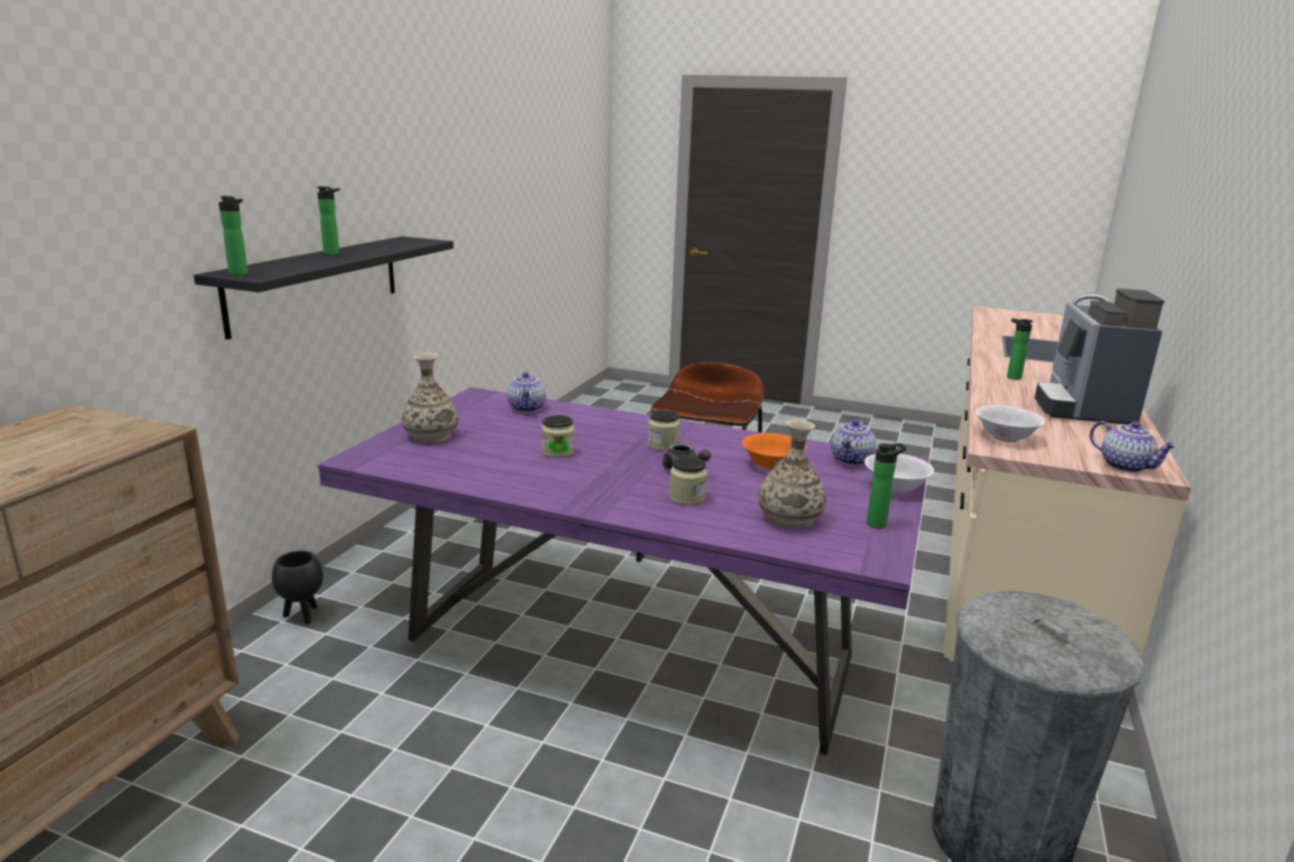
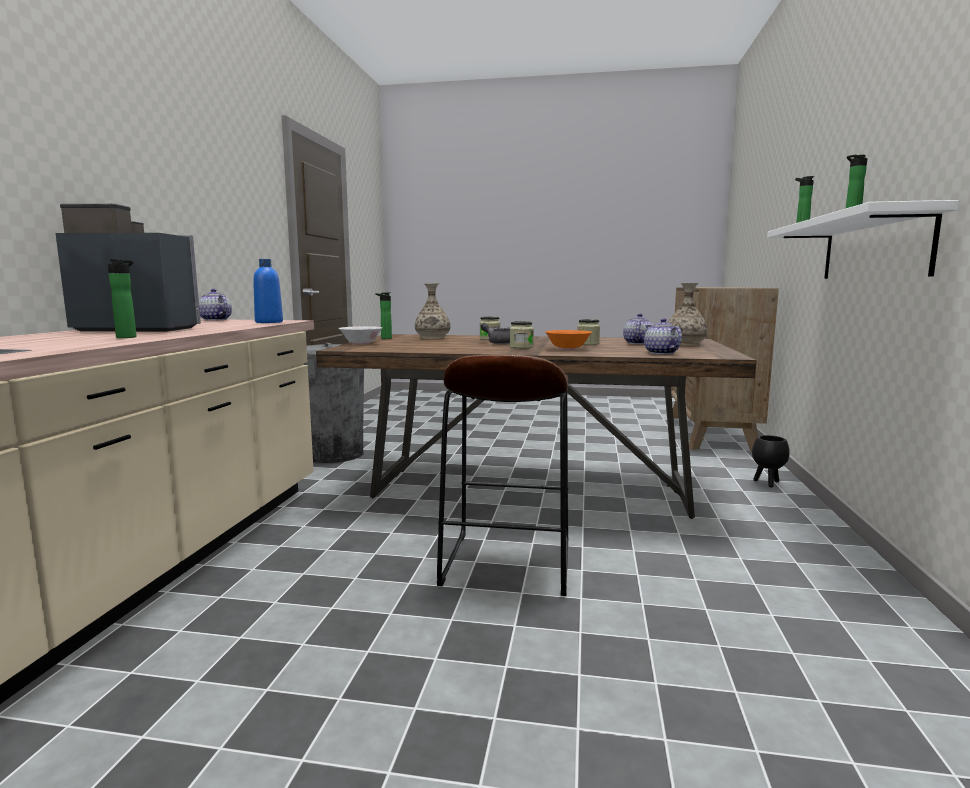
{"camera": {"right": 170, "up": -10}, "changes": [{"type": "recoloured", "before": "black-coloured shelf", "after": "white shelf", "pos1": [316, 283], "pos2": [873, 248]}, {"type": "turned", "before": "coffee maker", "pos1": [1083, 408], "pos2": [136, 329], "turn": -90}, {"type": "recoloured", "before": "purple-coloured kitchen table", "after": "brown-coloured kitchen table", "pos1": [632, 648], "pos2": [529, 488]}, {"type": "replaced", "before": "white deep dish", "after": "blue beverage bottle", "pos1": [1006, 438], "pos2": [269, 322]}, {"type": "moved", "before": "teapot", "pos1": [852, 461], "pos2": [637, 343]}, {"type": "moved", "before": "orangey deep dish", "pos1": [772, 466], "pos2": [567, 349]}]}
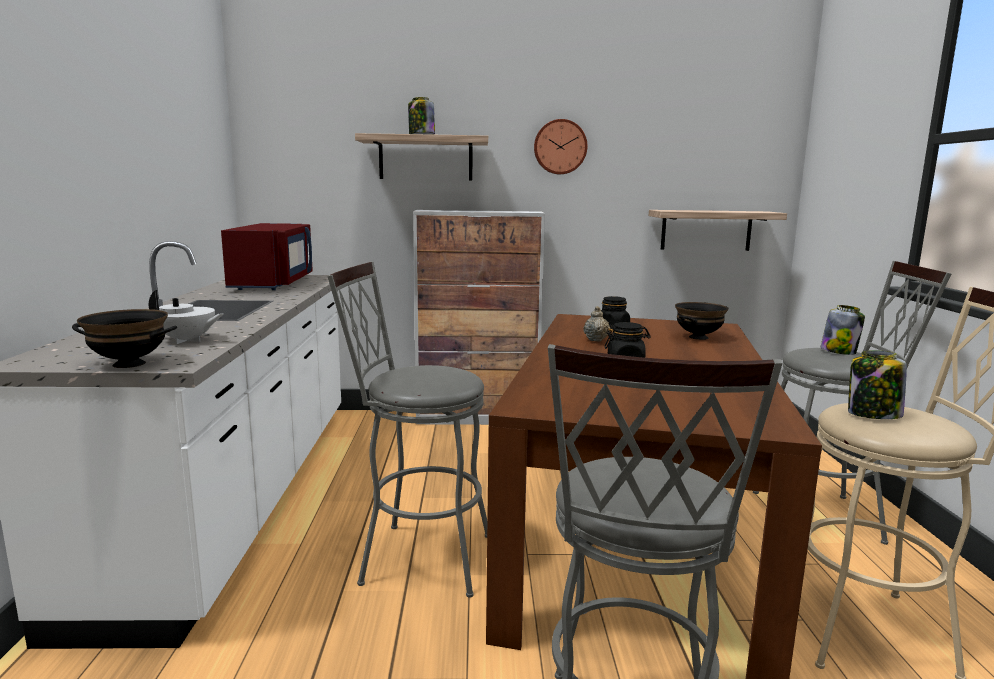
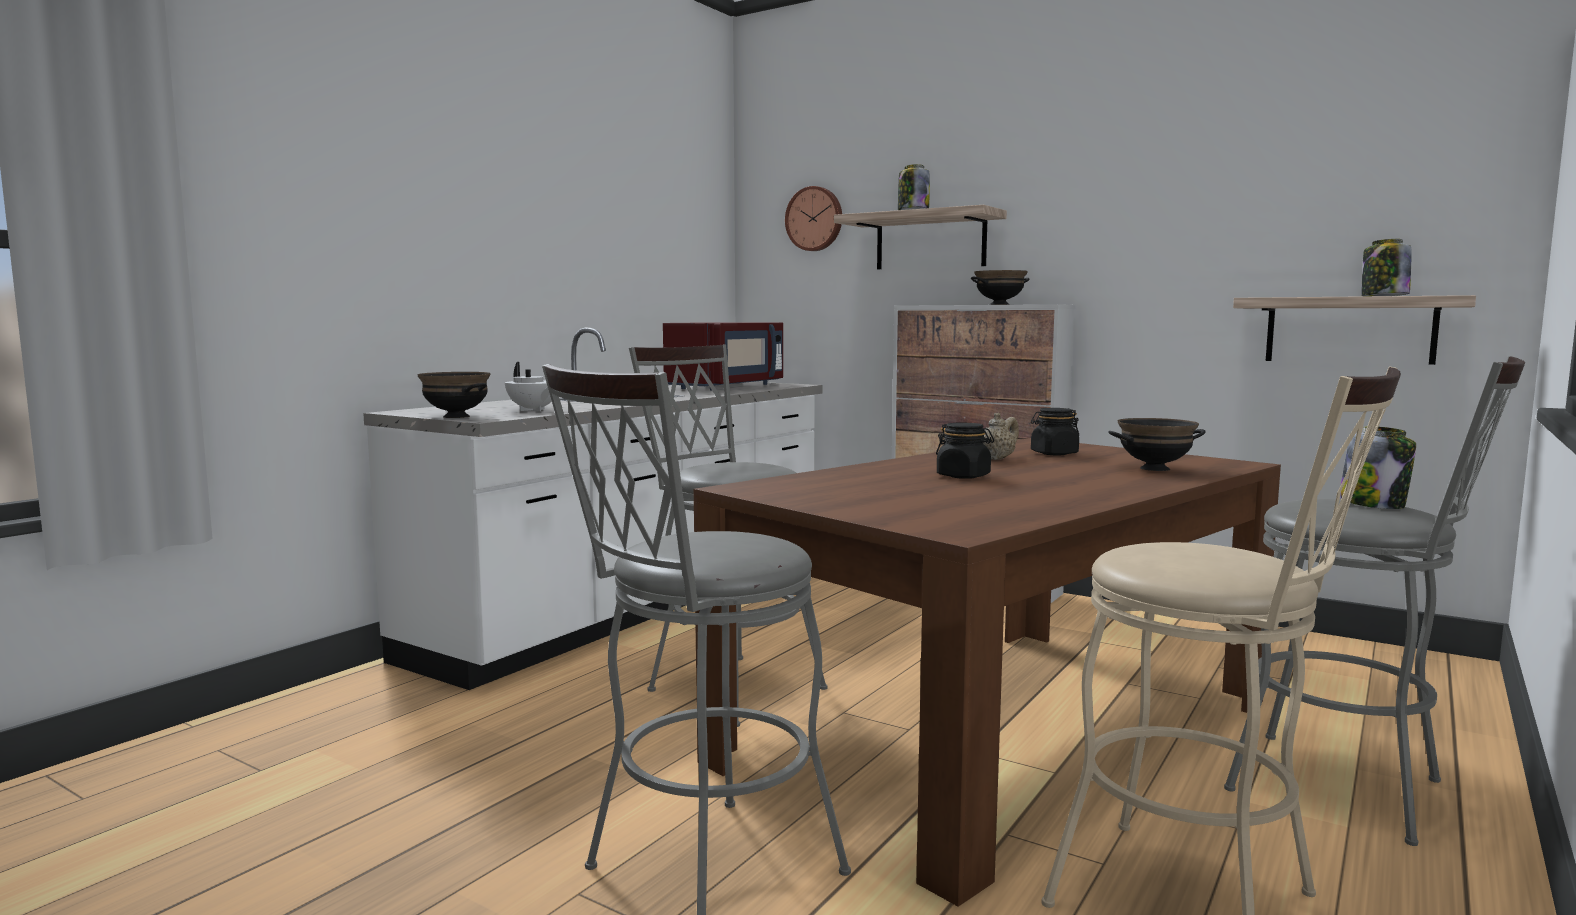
{"camera": {"right": 35, "up": -5}, "changes": [{"type": "moved", "before": "clock on the wall", "pos1": [560, 147], "pos2": [815, 219]}, {"type": "moved", "before": "jar", "pos1": [873, 415], "pos2": [1383, 296]}, {"type": "added", "after": "black-coloured deep dish", "pos2": [999, 304]}]}
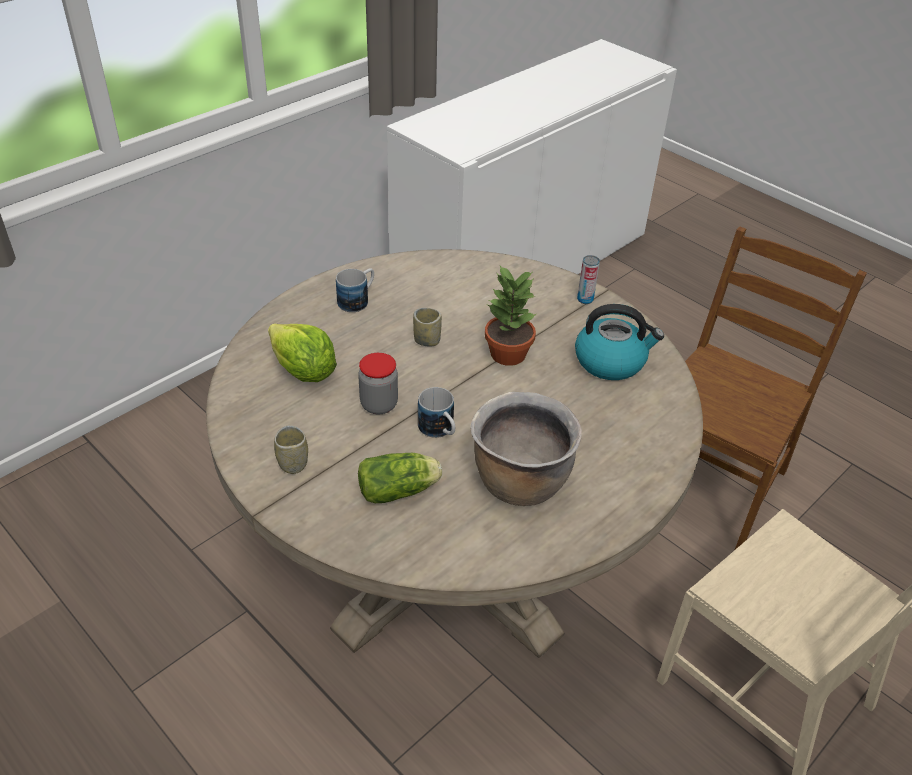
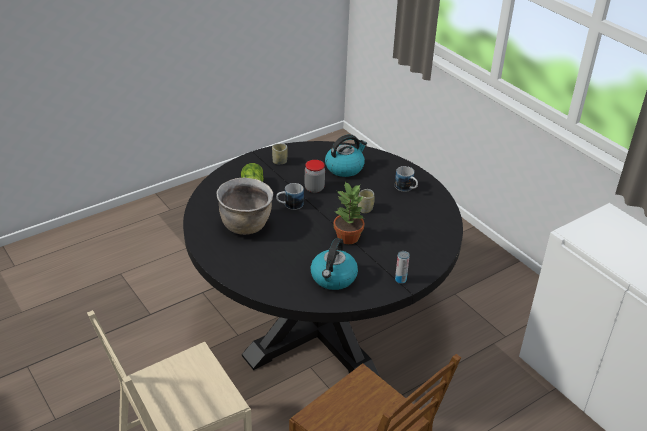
{"camera": {"right": 100, "up": -5}, "changes": [{"type": "recoloured", "before": "beige kitchen table", "after": "black-coloured kitchen table", "pos1": [448, 558], "pos2": [319, 328]}, {"type": "replaced", "before": "head of lettuce", "after": "kettle", "pos1": [303, 372], "pos2": [345, 167]}]}
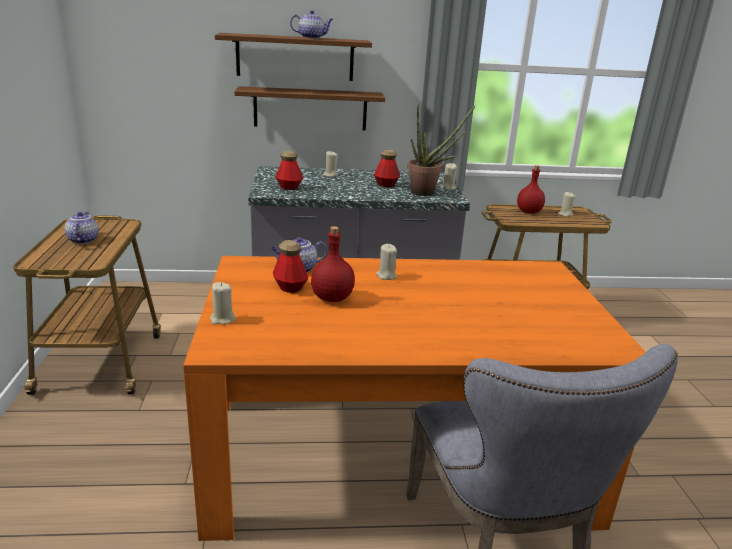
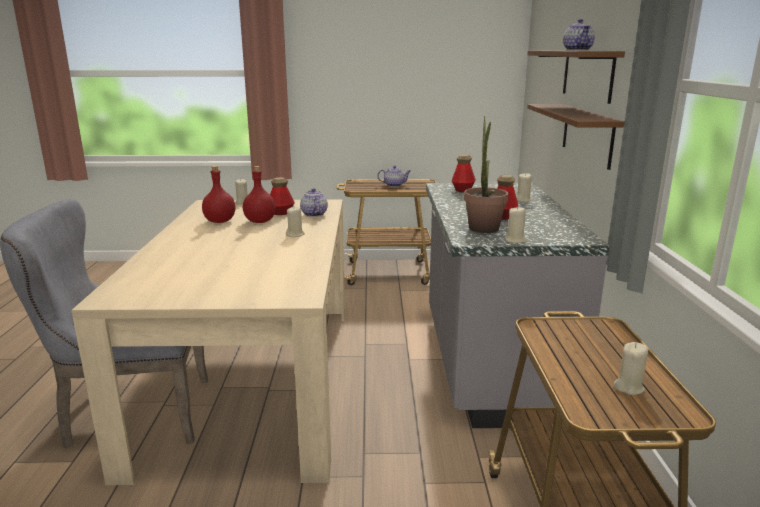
{"camera": {"right": 95, "up": -5}, "changes": [{"type": "moved", "before": "reddish beverage bottle", "pos1": [528, 212], "pos2": [219, 221]}, {"type": "recoloured", "before": "orangey kitchen table", "after": "beige kitchen table", "pos1": [395, 455], "pos2": [254, 377]}]}
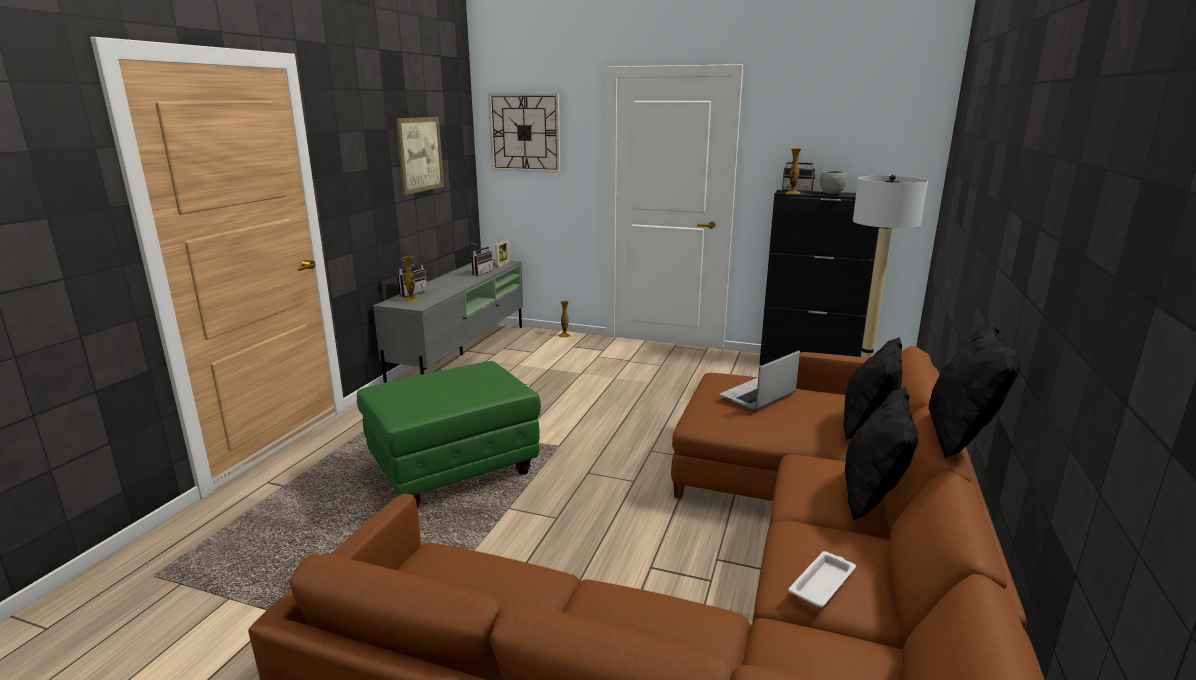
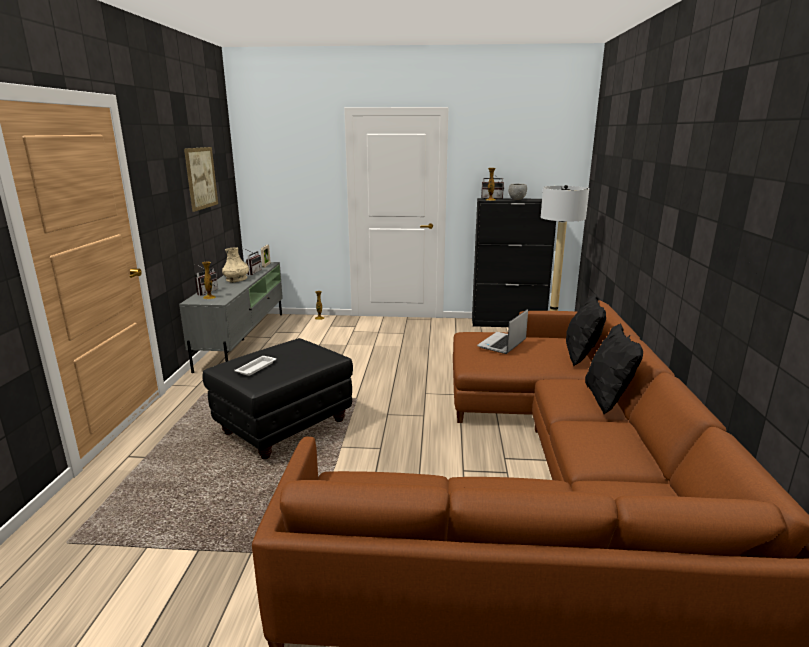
{"camera": {"right": -15, "up": 0}, "changes": [{"type": "removed", "before": "clock on the wall", "pos1": [525, 132]}, {"type": "removed", "before": "black-coloured cushion", "pos1": [959, 439]}, {"type": "recoloured", "before": "green-coloured pouffe", "after": "black-coloured pouffe", "pos1": [454, 471], "pos2": [284, 427]}, {"type": "moved", "before": "white carrying tray", "pos1": [822, 583], "pos2": [257, 367]}, {"type": "added", "after": "beige vase", "pos2": [236, 279]}]}
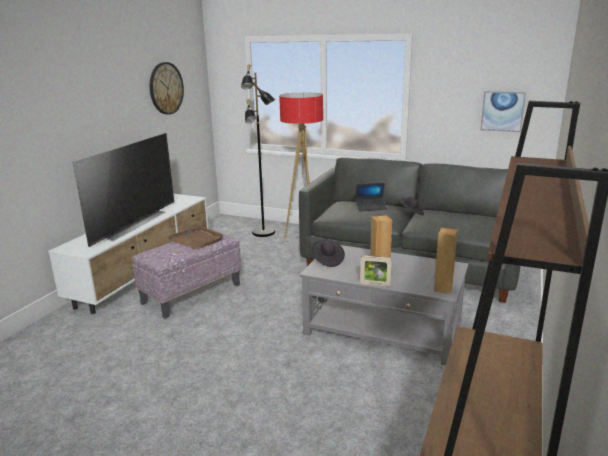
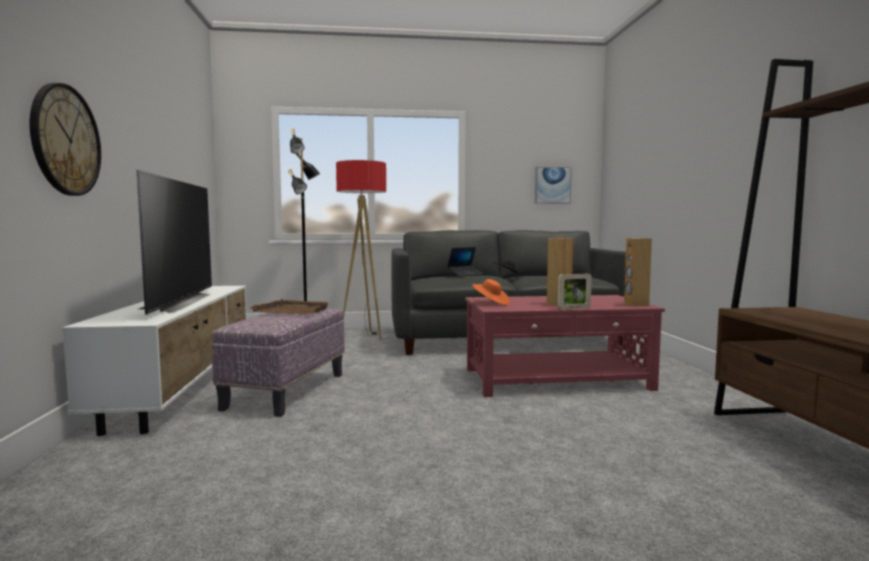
{"camera": {"right": -30, "up": -15}, "changes": [{"type": "moved", "before": "clock on the wall", "pos1": [166, 88], "pos2": [65, 140]}, {"type": "recoloured", "before": "black-coloured hat", "after": "orangey hat", "pos1": [327, 260], "pos2": [491, 303]}, {"type": "recoloured", "before": "grey lounge table", "after": "reddish lounge table", "pos1": [383, 329], "pos2": [556, 379]}]}
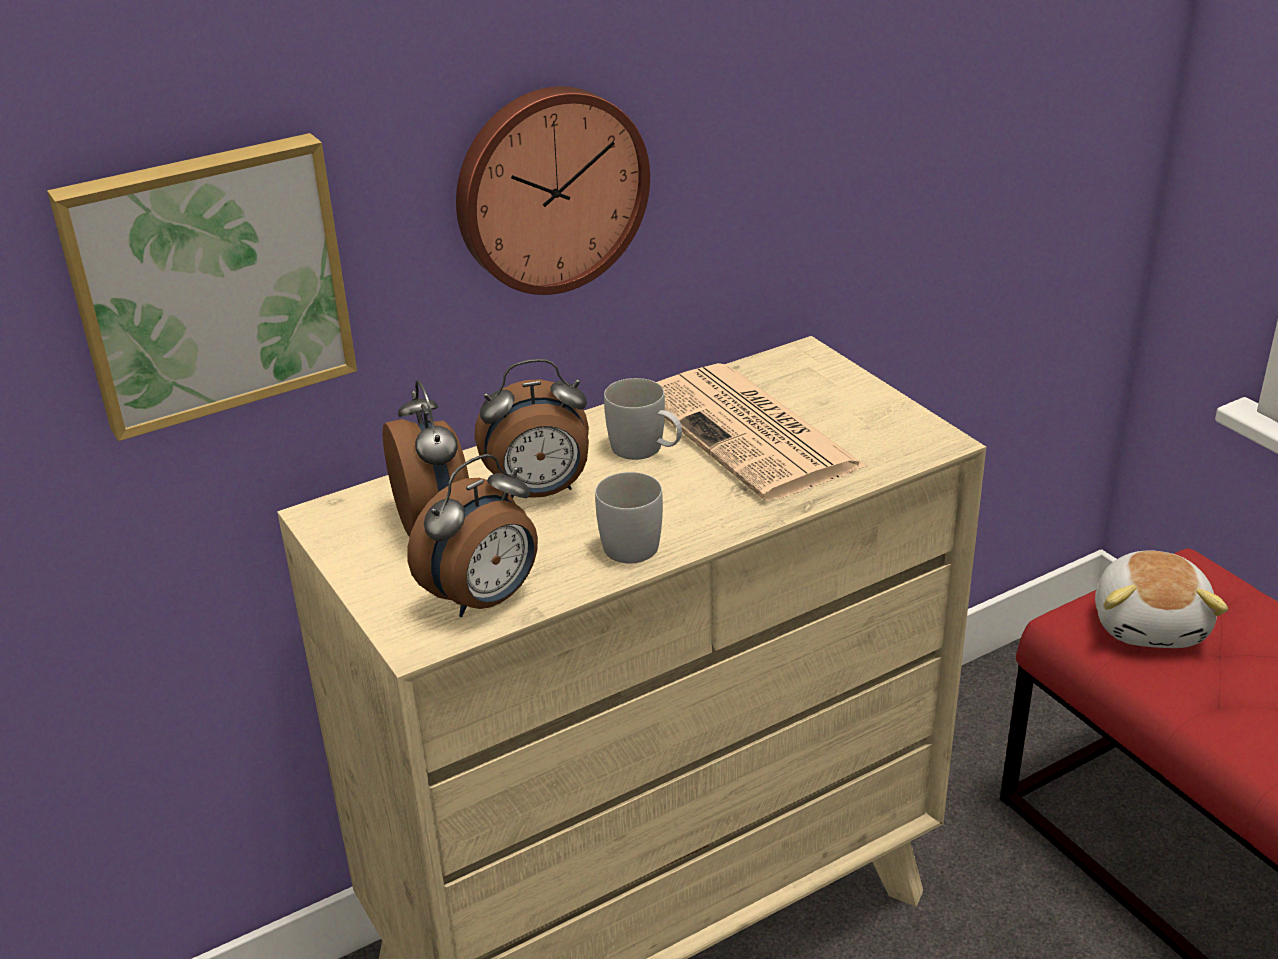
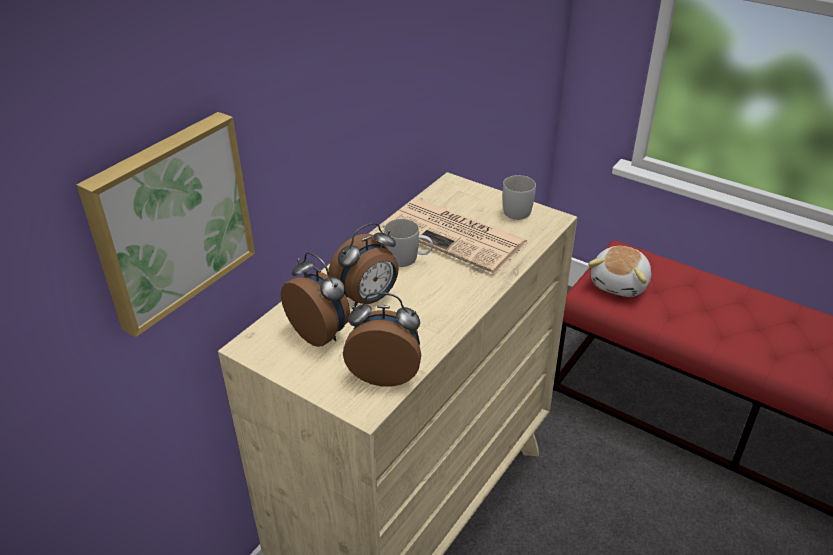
{"camera": {"right": -25, "up": 5}, "changes": [{"type": "removed", "before": "clock on the wall", "pos1": [549, 189]}, {"type": "turned", "before": "bedside clock", "pos1": [485, 600], "pos2": [385, 372], "turn": -105}, {"type": "moved", "before": "white coffee mug", "pos1": [631, 540], "pos2": [514, 209]}, {"type": "turned", "before": "plush toy", "pos1": [1151, 624], "pos2": [620, 284], "turn": 45}]}
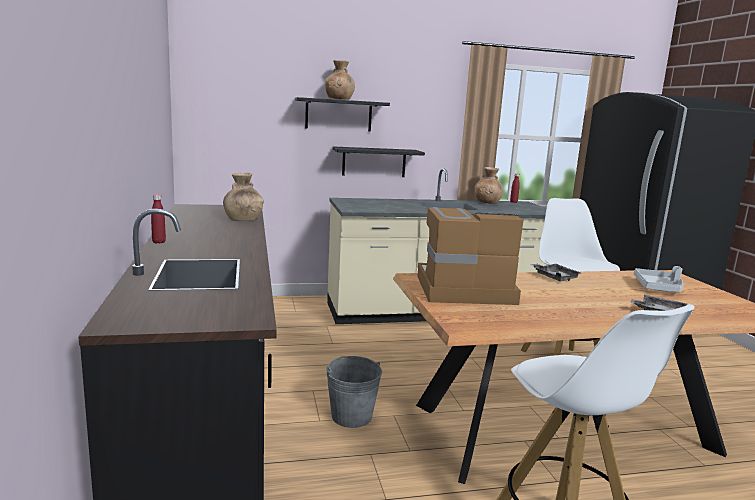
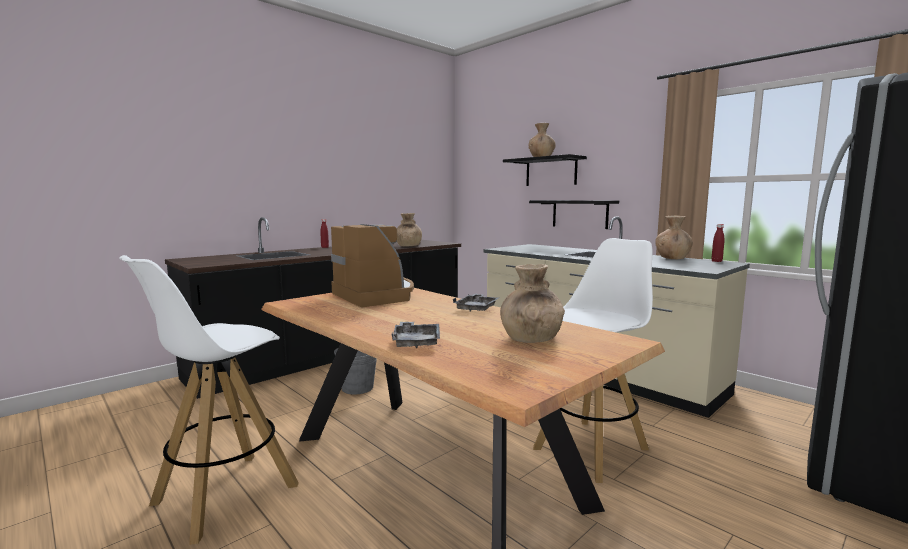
{"camera": {"right": 60, "up": -5}, "changes": [{"type": "replaced", "before": "grey carrying tray", "after": "brown-coloured vase", "pos1": [658, 288], "pos2": [530, 338]}]}
